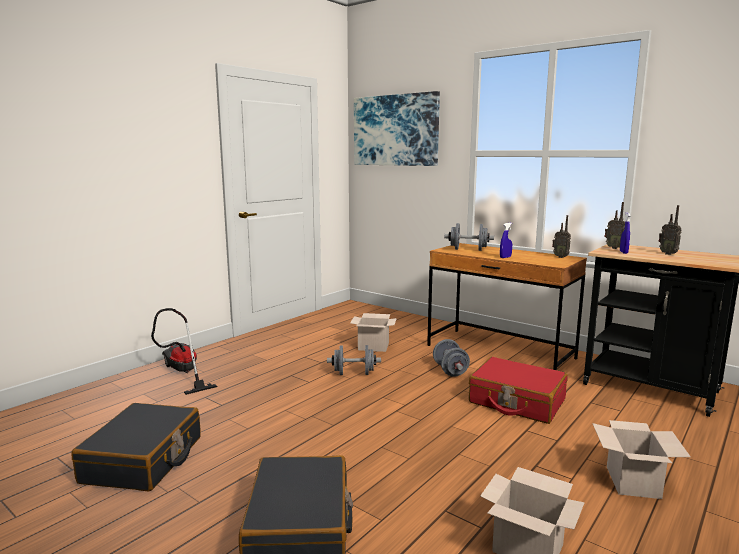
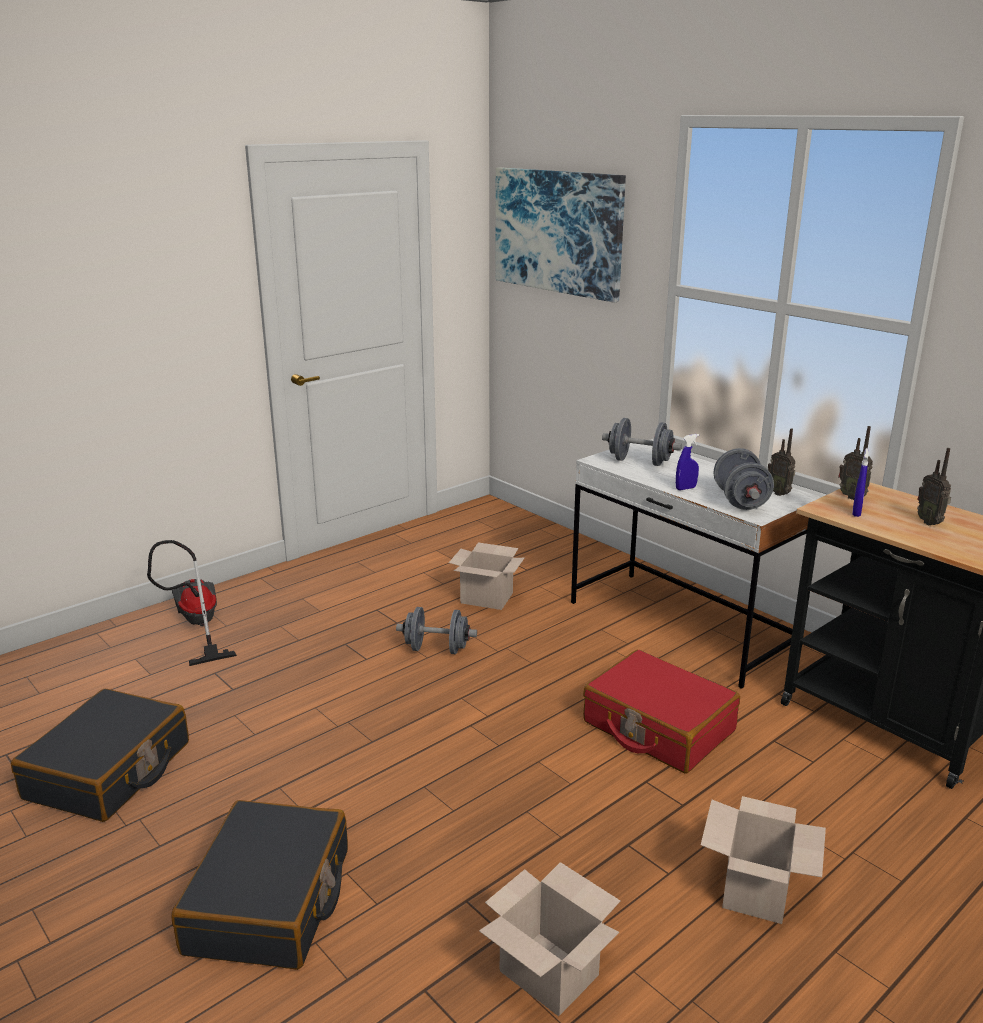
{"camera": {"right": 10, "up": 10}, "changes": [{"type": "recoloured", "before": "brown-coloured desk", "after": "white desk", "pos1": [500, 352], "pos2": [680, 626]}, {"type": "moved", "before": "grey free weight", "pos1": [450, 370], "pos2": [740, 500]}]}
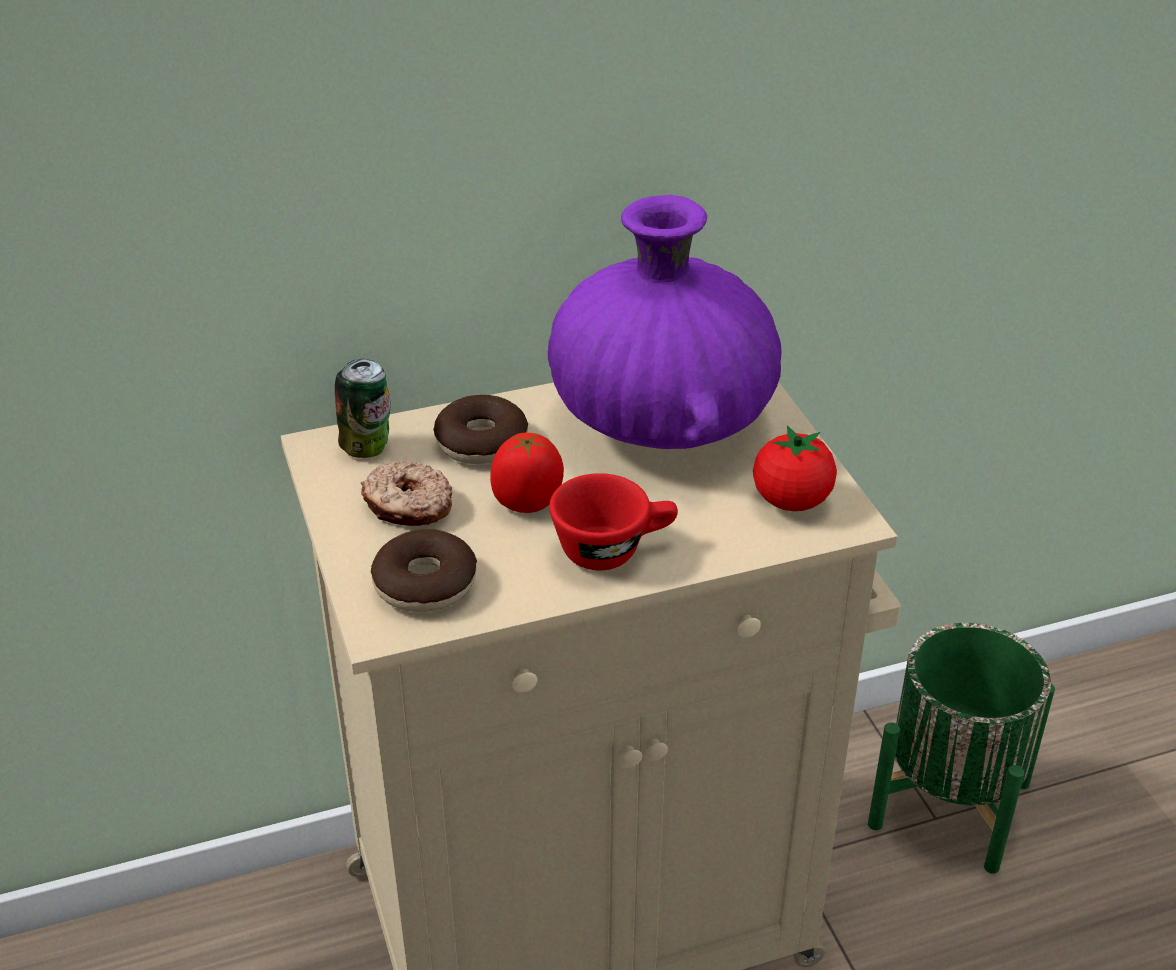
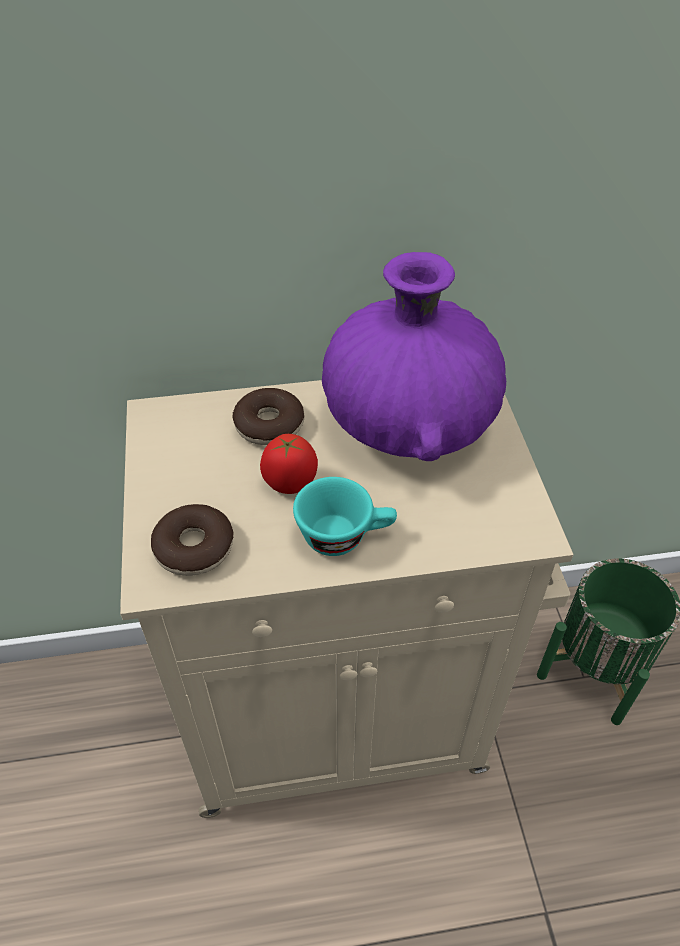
{"camera": {"right": 10, "up": 10}, "changes": [{"type": "removed", "before": "can", "pos1": [368, 446]}, {"type": "removed", "before": "tomato", "pos1": [791, 501]}, {"type": "removed", "before": "ring doughnut", "pos1": [408, 506]}, {"type": "recoloured", "before": "reddish cup", "after": "turquoise-coloured cup", "pos1": [613, 549], "pos2": [345, 535]}]}
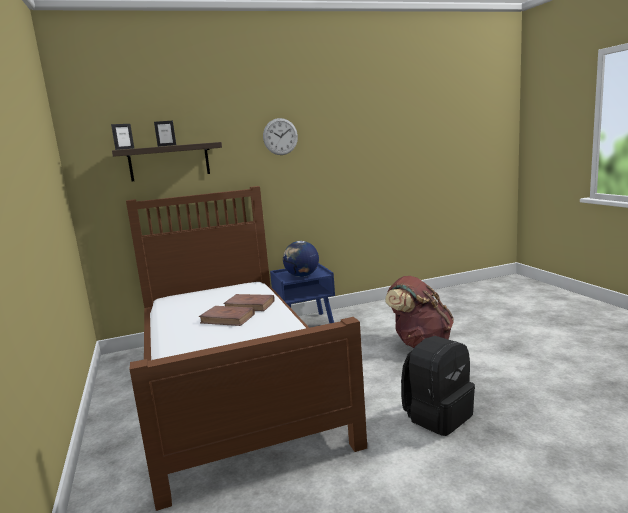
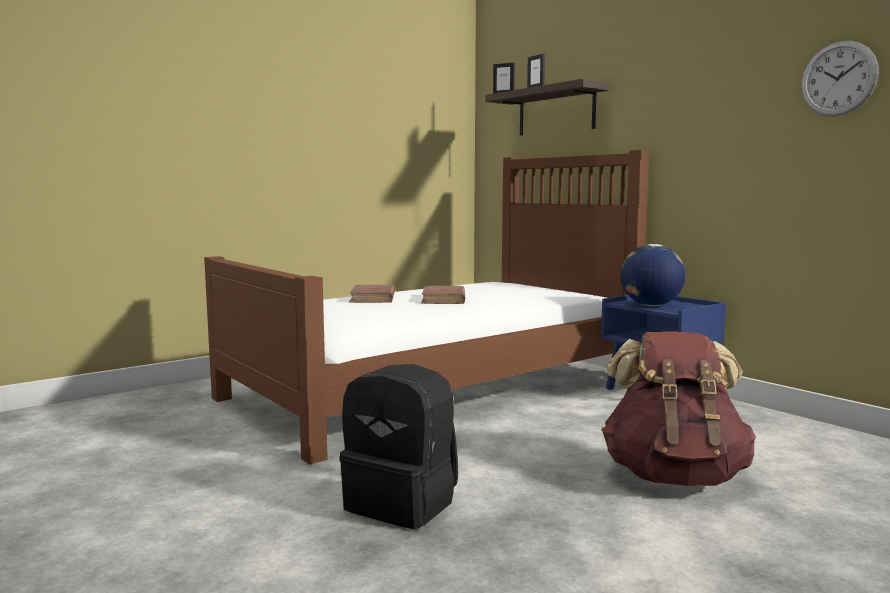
{"camera": {"right": 70, "up": -5}, "changes": [{"type": "moved", "before": "clock on the wall", "pos1": [280, 136], "pos2": [838, 79]}, {"type": "moved", "before": "brown-coloured book", "pos1": [250, 305], "pos2": [373, 298]}]}
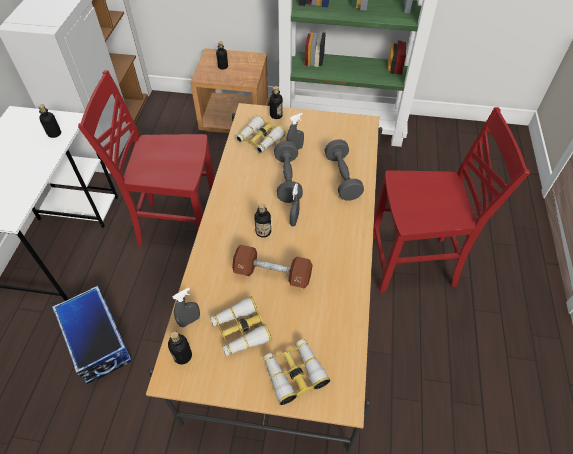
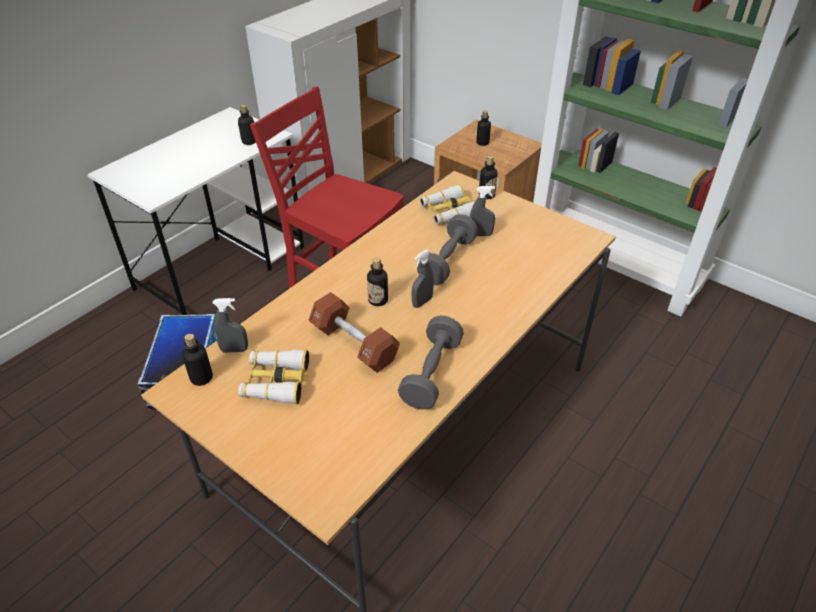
{"camera": {"right": 30, "up": -10}, "changes": [{"type": "removed", "before": "reddish upright chair", "pos1": [414, 263]}, {"type": "moved", "before": "grey free weight", "pos1": [342, 177], "pos2": [431, 373]}, {"type": "removed", "before": "field glasses", "pos1": [294, 373]}]}
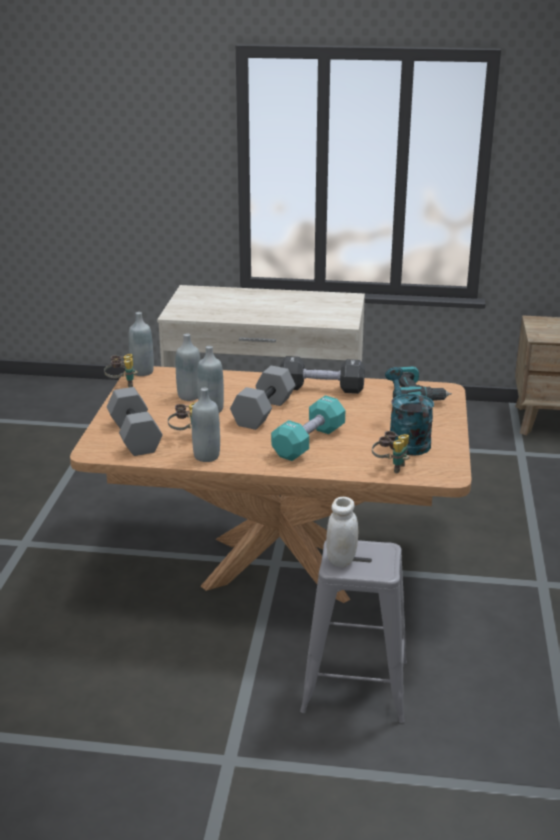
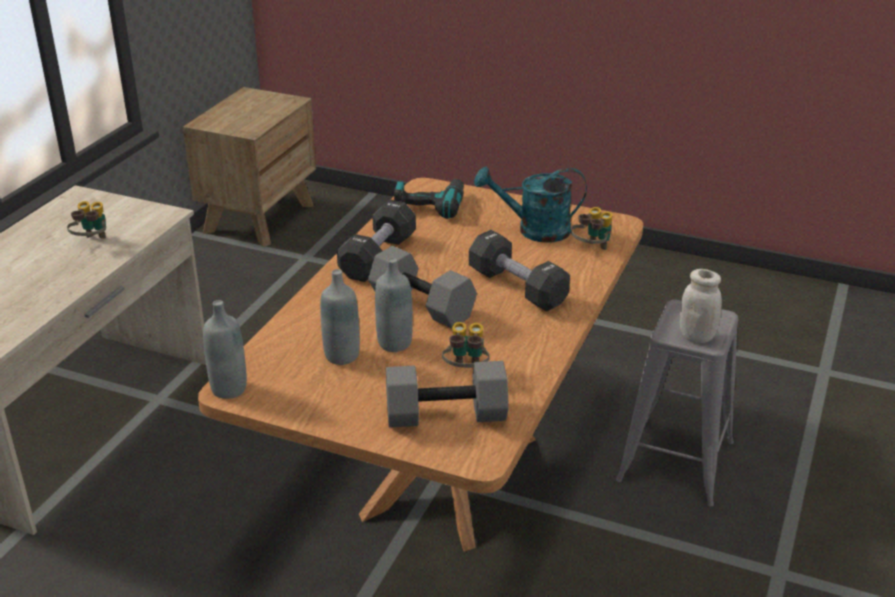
{"camera": {"right": -75, "up": 5}, "changes": [{"type": "moved", "before": "field glasses", "pos1": [122, 385], "pos2": [92, 242]}, {"type": "removed", "before": "grey beverage bottle", "pos1": [206, 456]}, {"type": "recoloured", "before": "turquoise-coloured free weight", "after": "black-coloured free weight", "pos1": [308, 442], "pos2": [517, 287]}]}
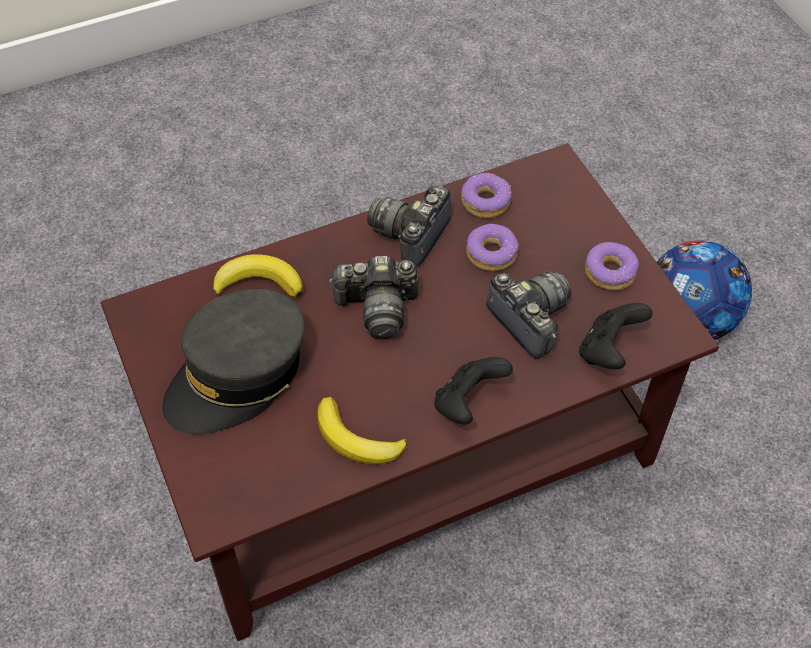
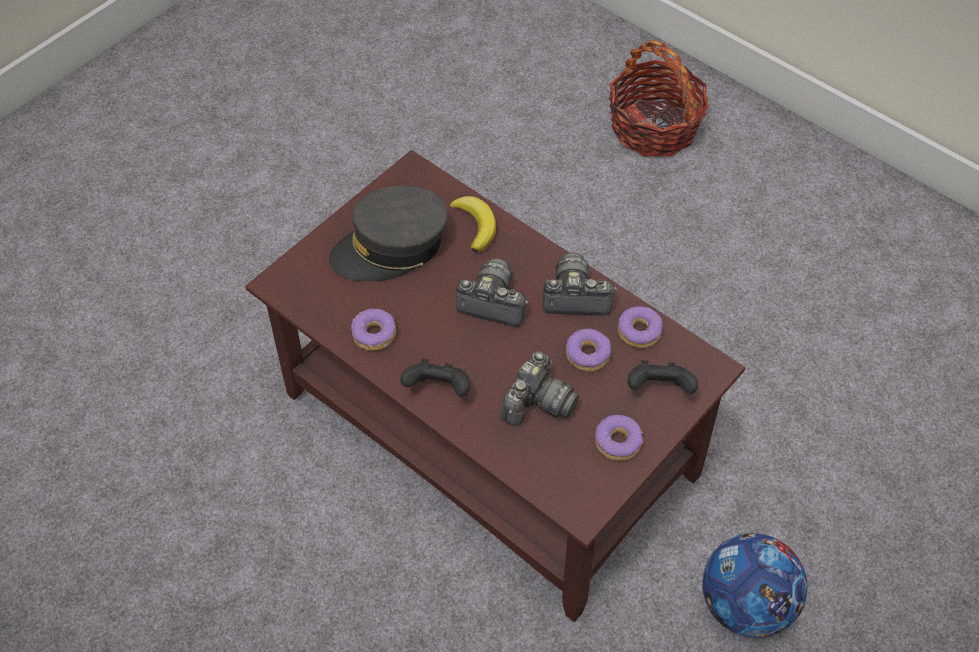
{"camera": {"right": 65, "up": 0}, "changes": [{"type": "turned", "before": "photo camera", "pos1": [377, 308], "pos2": [492, 303], "turn": 135}, {"type": "turned", "before": "grey baseball cap", "pos1": [238, 375], "pos2": [391, 247], "turn": -45}, {"type": "moved", "before": "black-coloured game controller", "pos1": [608, 350], "pos2": [659, 389]}, {"type": "replaced", "before": "banana fruit", "after": "ring doughnut", "pos1": [356, 439], "pos2": [374, 335]}, {"type": "added", "after": "basket", "pos2": [654, 128]}]}
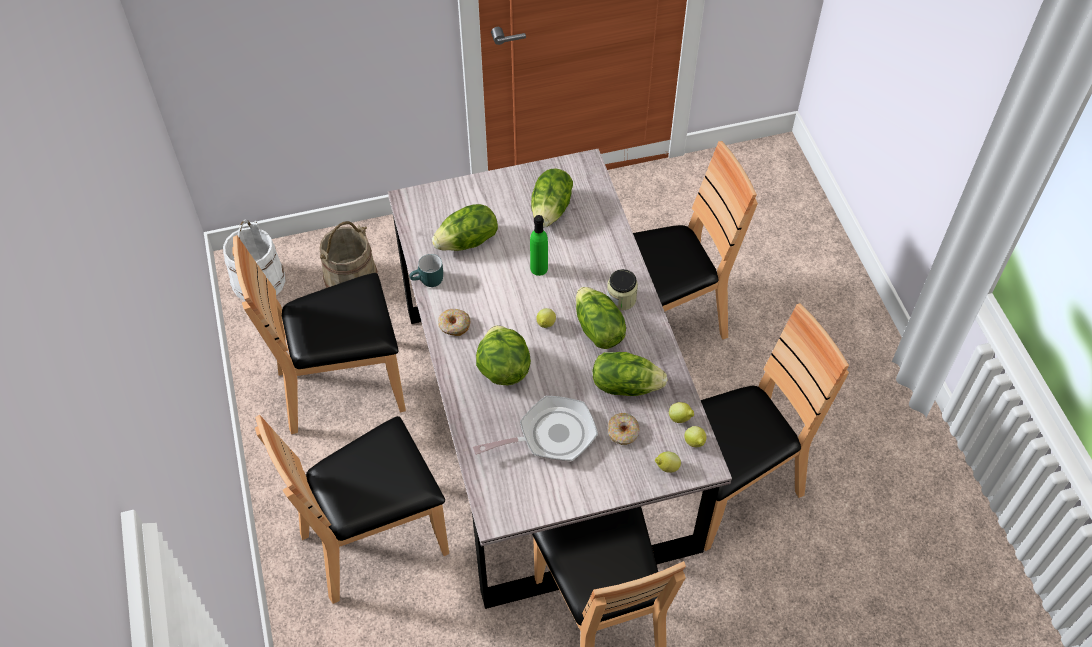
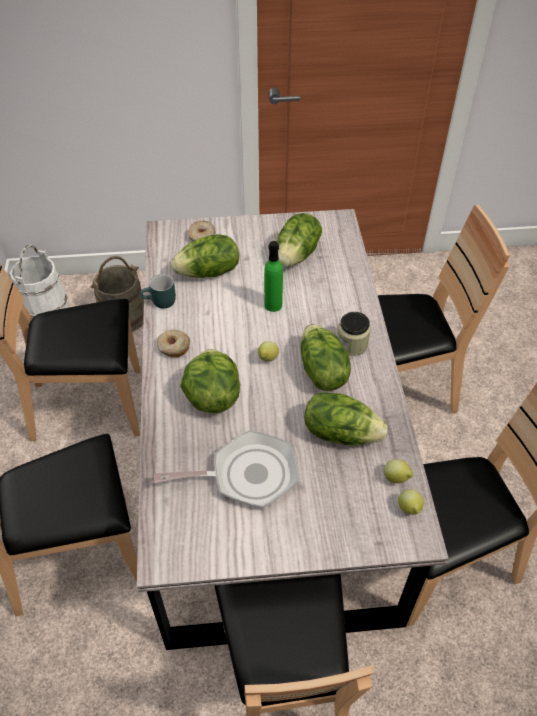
{"camera": {"right": 10, "up": -5}, "changes": [{"type": "moved", "before": "ring doughnut", "pos1": [623, 432], "pos2": [202, 236]}, {"type": "removed", "before": "lemon", "pos1": [666, 467]}]}
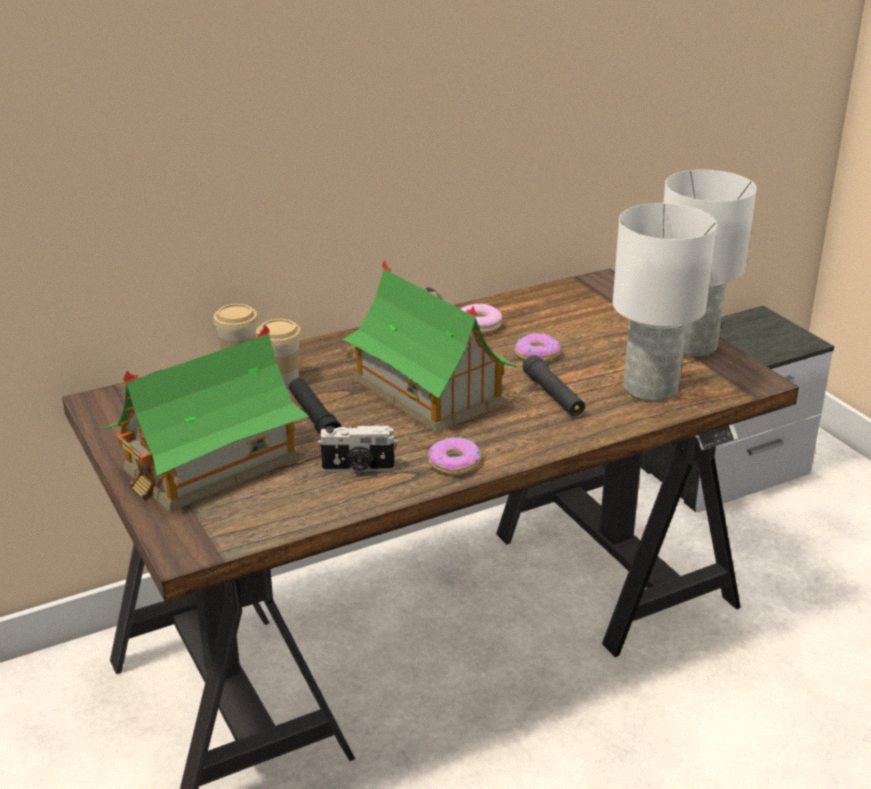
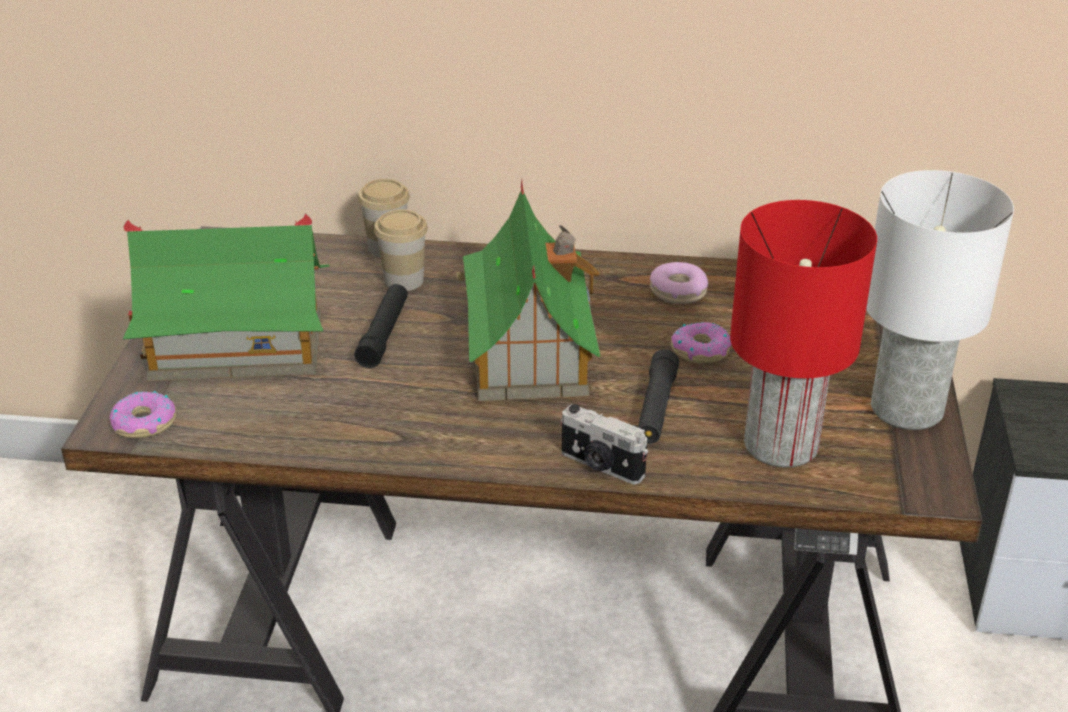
{"camera": {"right": 35, "up": 5}, "changes": [{"type": "recoloured", "before": "white lamp for a table", "after": "reddish lamp for a table", "pos1": [651, 388], "pos2": [783, 445]}, {"type": "moved", "before": "photo camera", "pos1": [358, 468], "pos2": [601, 466]}, {"type": "moved", "before": "ring doughnut", "pos1": [454, 463], "pos2": [144, 423]}]}
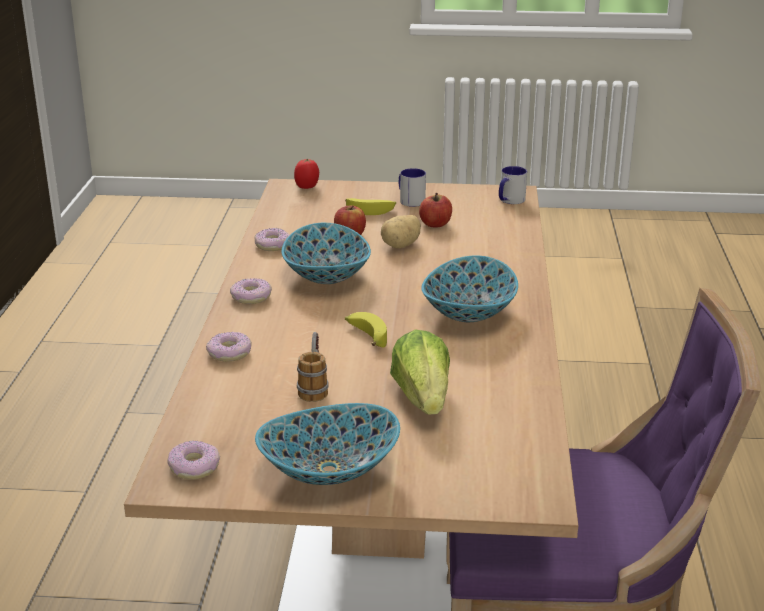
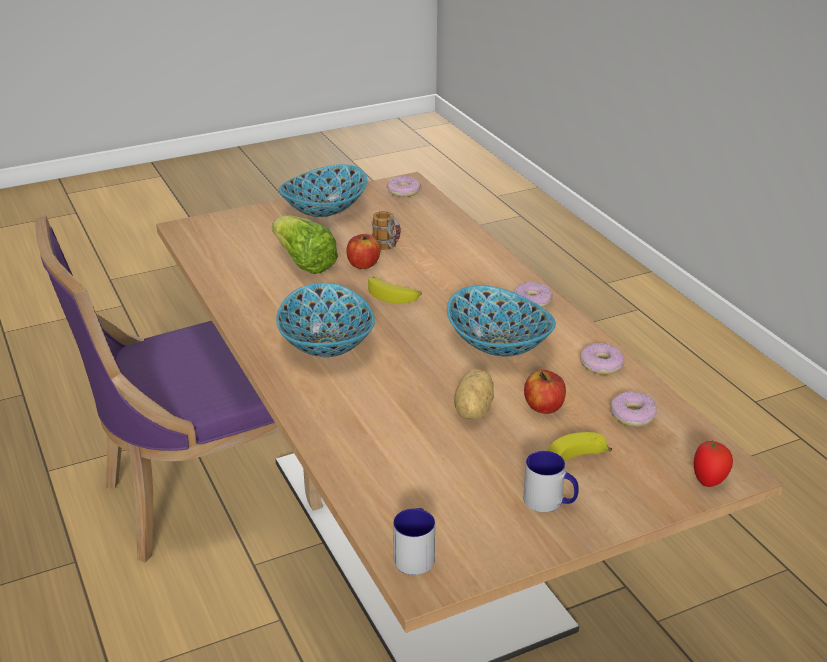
{"camera": {"right": 150, "up": 5}, "changes": [{"type": "moved", "before": "apple", "pos1": [435, 224], "pos2": [363, 264]}, {"type": "moved", "before": "ring doughnut", "pos1": [230, 353], "pos2": [632, 415]}]}
